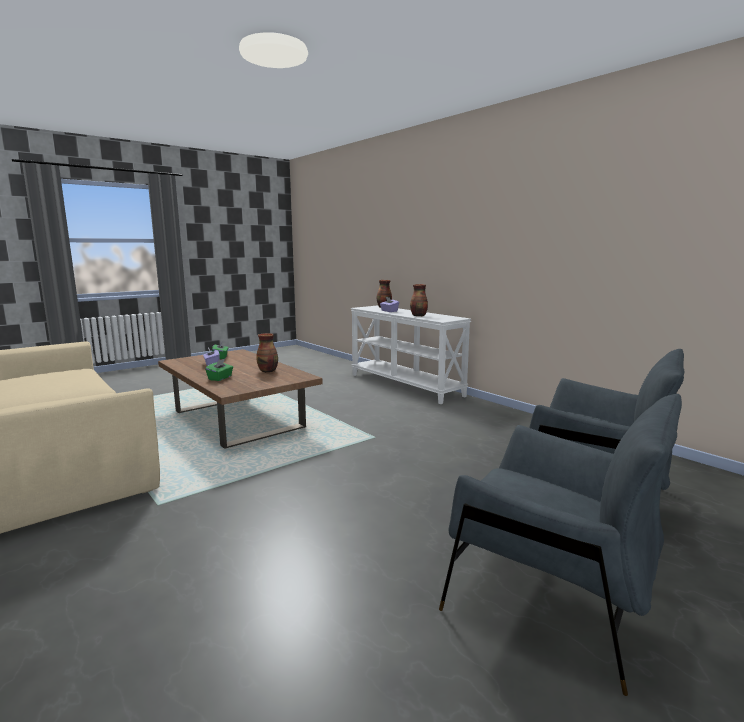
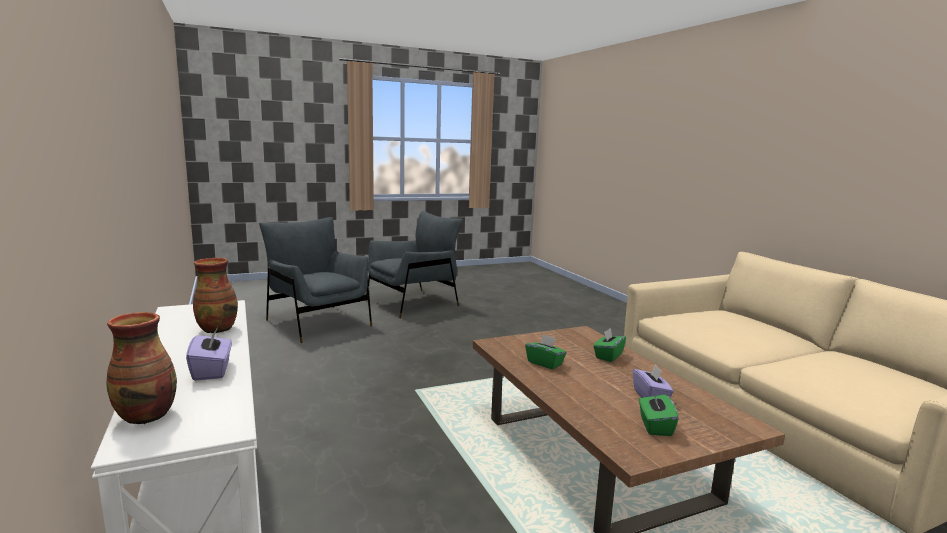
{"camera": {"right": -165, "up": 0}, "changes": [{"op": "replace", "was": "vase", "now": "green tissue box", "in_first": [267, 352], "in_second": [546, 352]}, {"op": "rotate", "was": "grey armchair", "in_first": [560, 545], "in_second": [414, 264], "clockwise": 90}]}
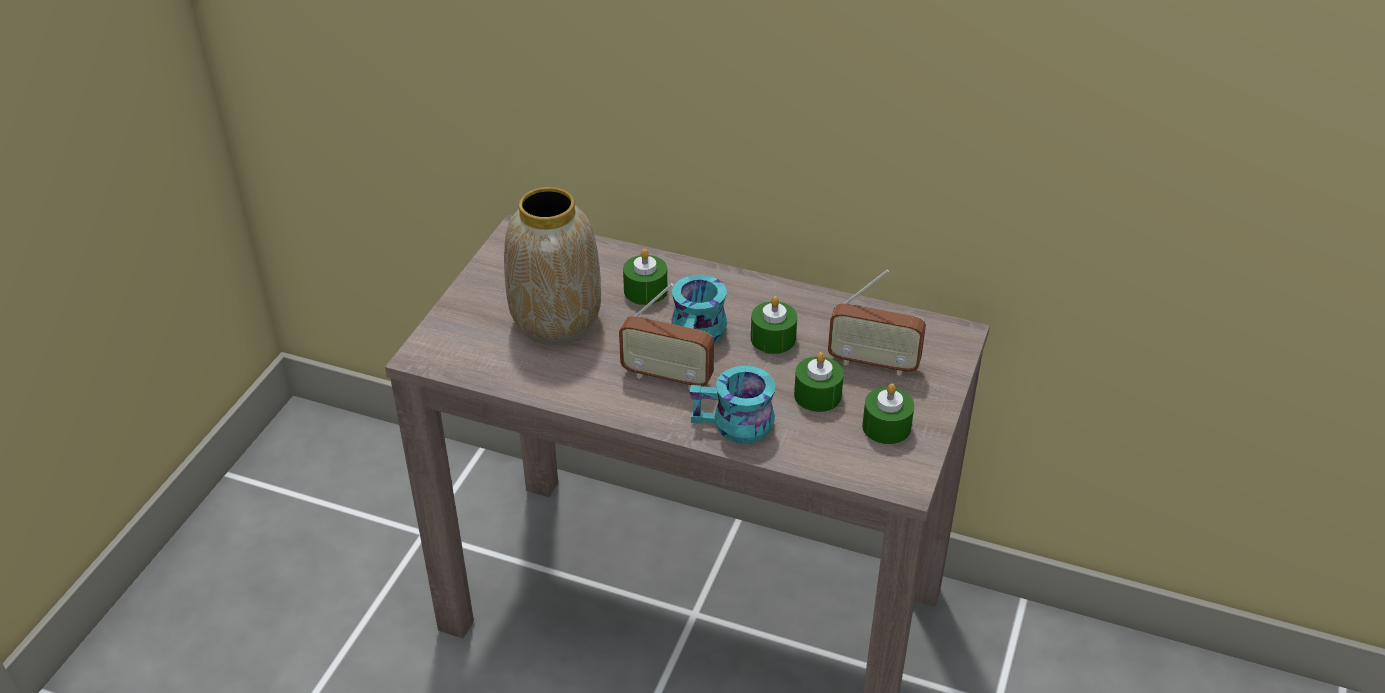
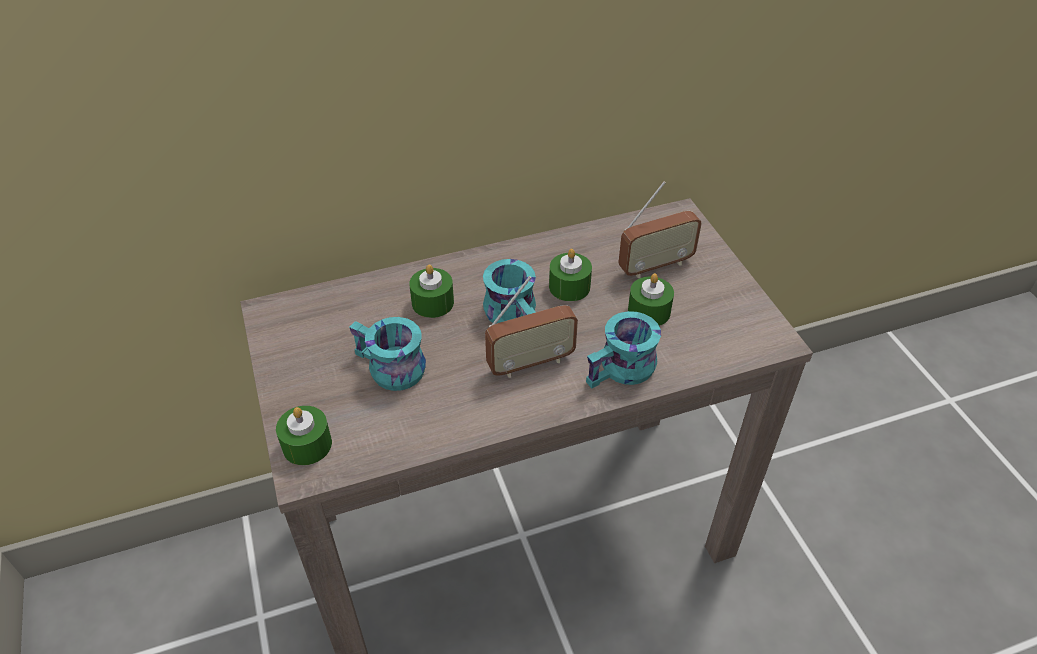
{"camera": {"right": -40, "up": 5}, "changes": [{"op": "replace", "was": "vase", "now": "turquoise mug", "in_first": [552, 266], "in_second": [387, 354]}, {"op": "move", "was": "green candle", "in_first": [888, 414], "in_second": [304, 435]}]}
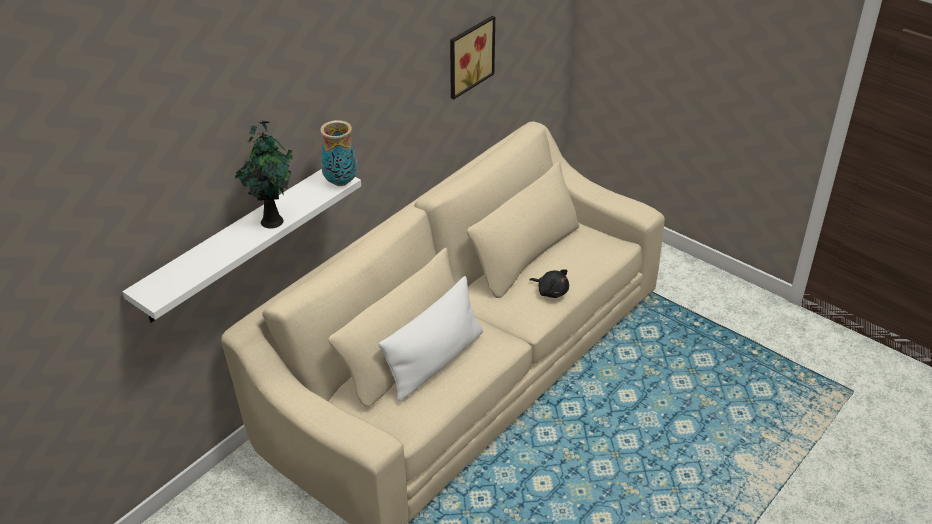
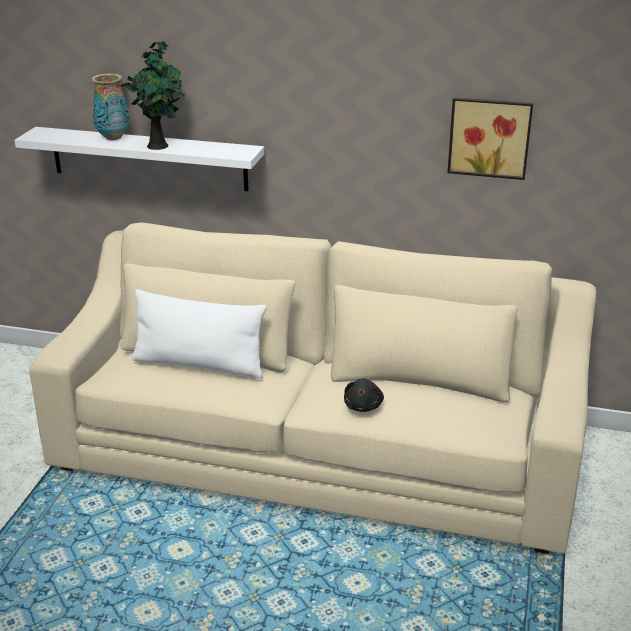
{"camera": {"right": 65, "up": -10}, "changes": [{"op": "move", "was": "vase", "in_first": [339, 153], "in_second": [110, 107]}]}
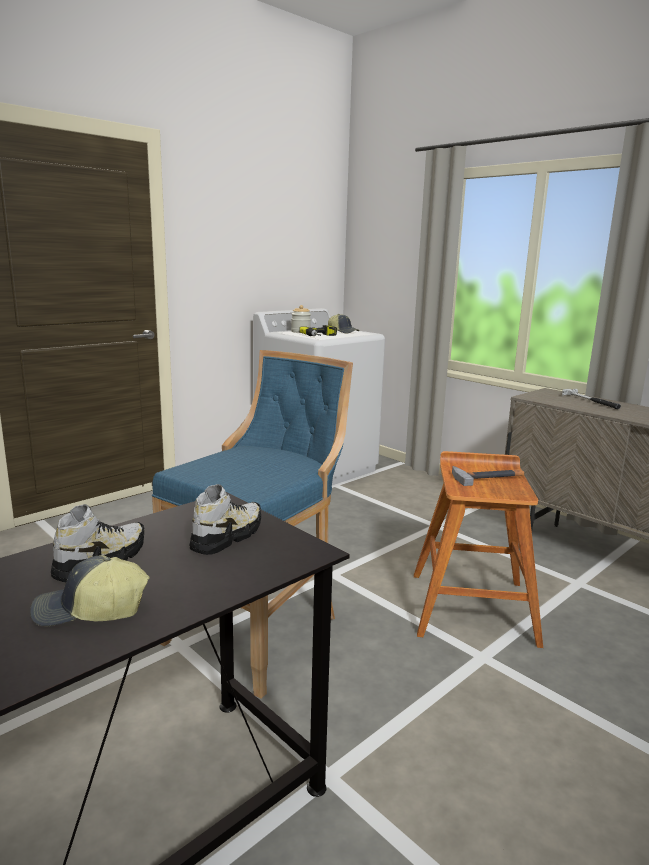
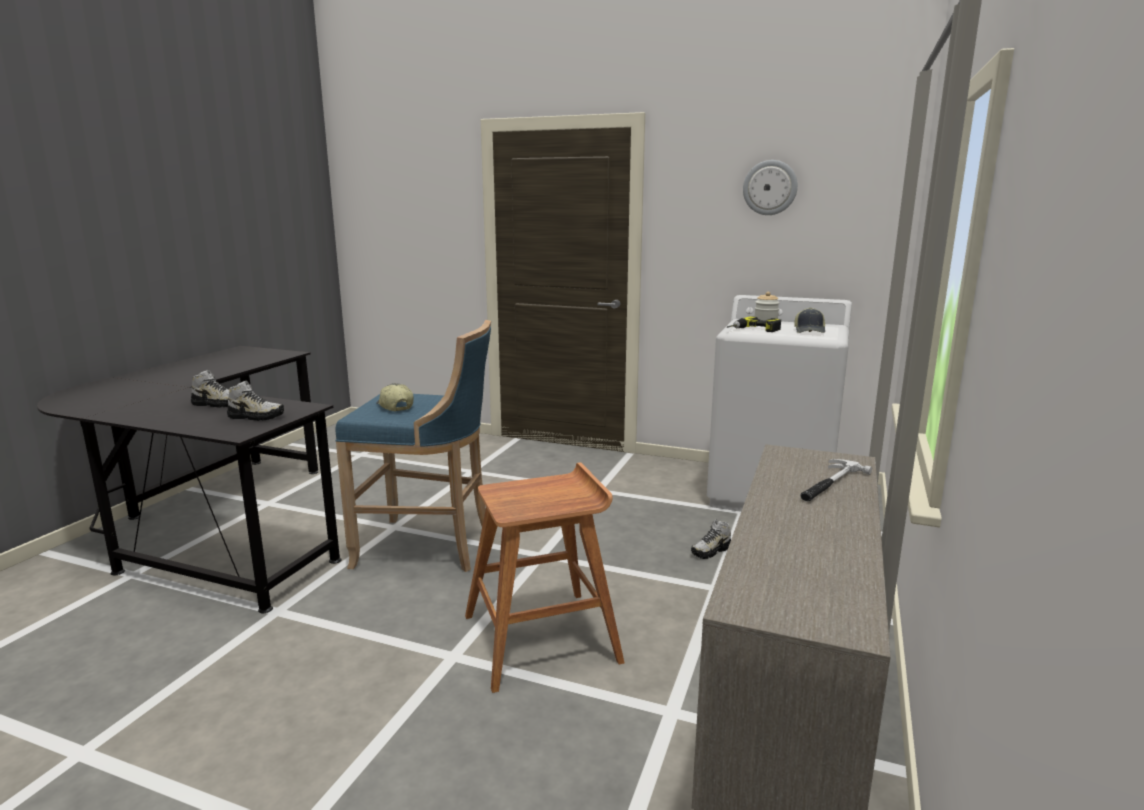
{"camera": {"right": 65, "up": 0}, "changes": [{"op": "move", "was": "cap", "in_first": [90, 590], "in_second": [394, 397]}, {"op": "delete", "was": "hammer", "in_first": [488, 476]}, {"op": "insert", "now": "shoe", "in_second": [711, 539]}, {"op": "insert", "now": "wall clock", "in_second": [770, 187]}]}
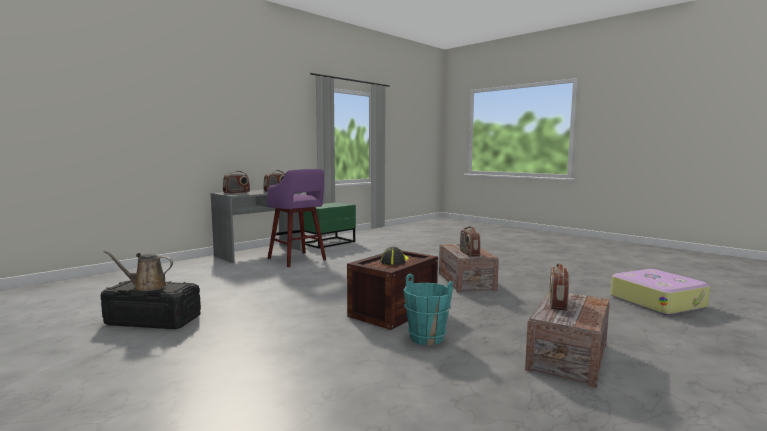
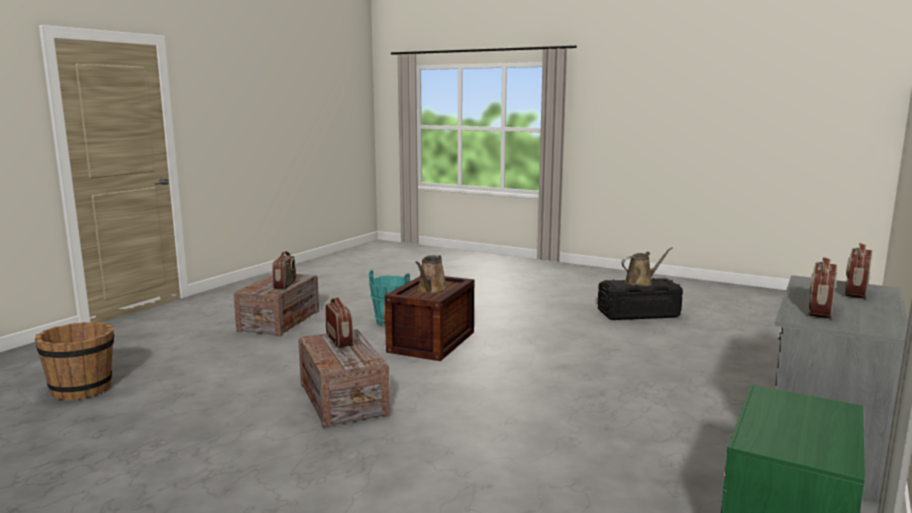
{"camera": {"right": 165, "up": 5}, "changes": [{"op": "delete", "was": "purple stool", "in_first": [296, 218]}, {"op": "replace", "was": "cap", "now": "brown watering can", "in_first": [394, 256], "in_second": [431, 274]}, {"op": "replace", "was": "suitcase", "now": "brown bucket", "in_first": [661, 292], "in_second": [74, 361]}]}
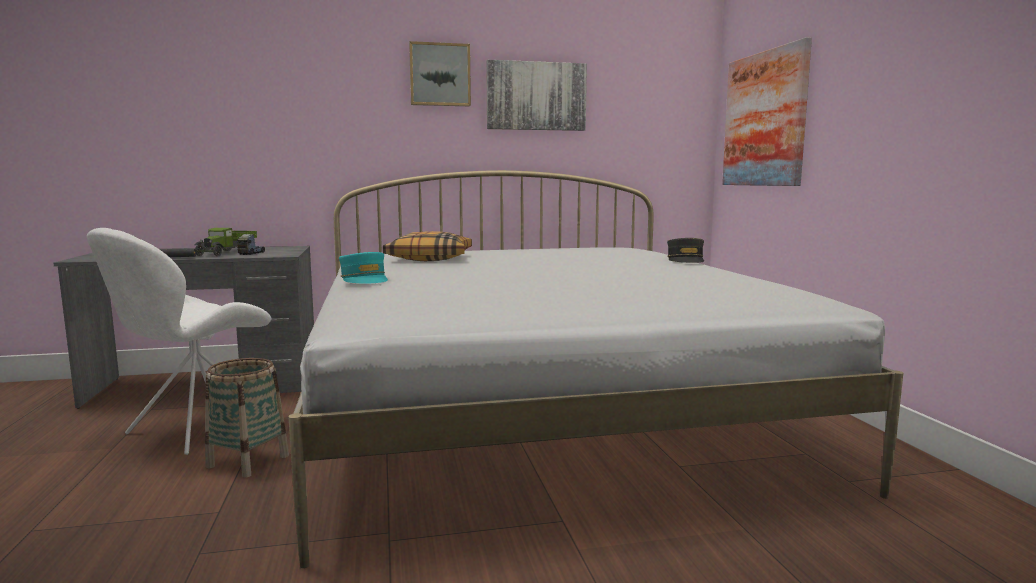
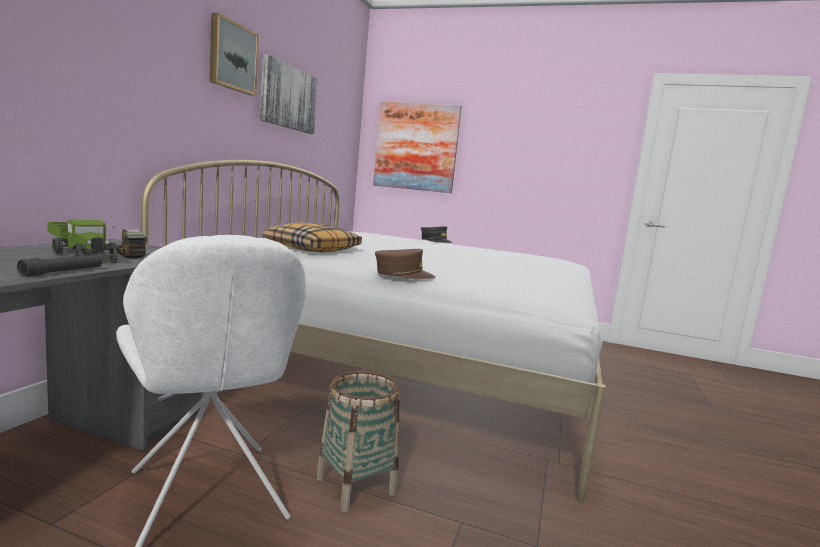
{"camera": {"right": -60, "up": 0}, "changes": [{"op": "recolor", "was": "turquoise cap", "now": "brown cap", "in_first": [363, 268], "in_second": [405, 264]}]}
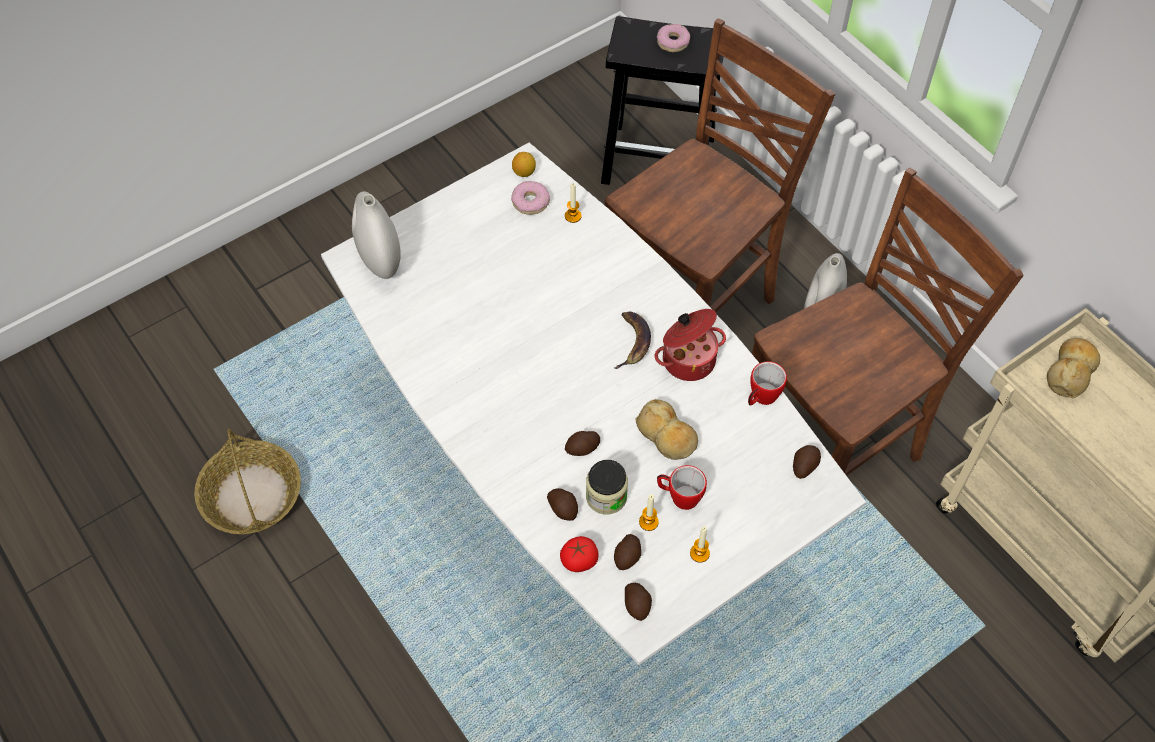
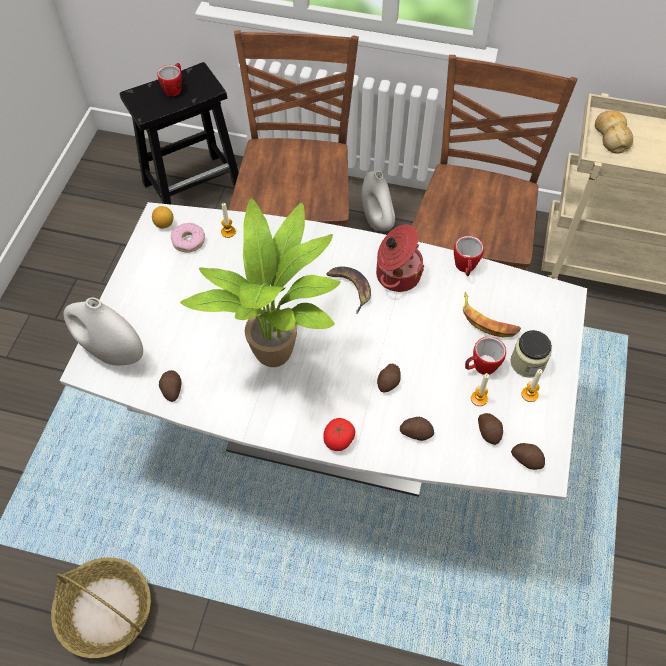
{"camera": {"right": -40, "up": 0}, "changes": [{"op": "move", "was": "tomato", "in_first": [579, 554], "in_second": [339, 434]}, {"op": "move", "was": "jar", "in_first": [607, 487], "in_second": [531, 354]}, {"op": "delete", "was": "bread", "in_first": [666, 429]}, {"op": "replace", "was": "donut", "now": "mug", "in_first": [673, 38], "in_second": [169, 79]}, {"op": "move", "was": "potato", "in_first": [807, 462], "in_second": [170, 386]}, {"op": "insert", "now": "potted plant", "in_second": [260, 282]}, {"op": "insert", "now": "banana", "in_second": [492, 315]}]}
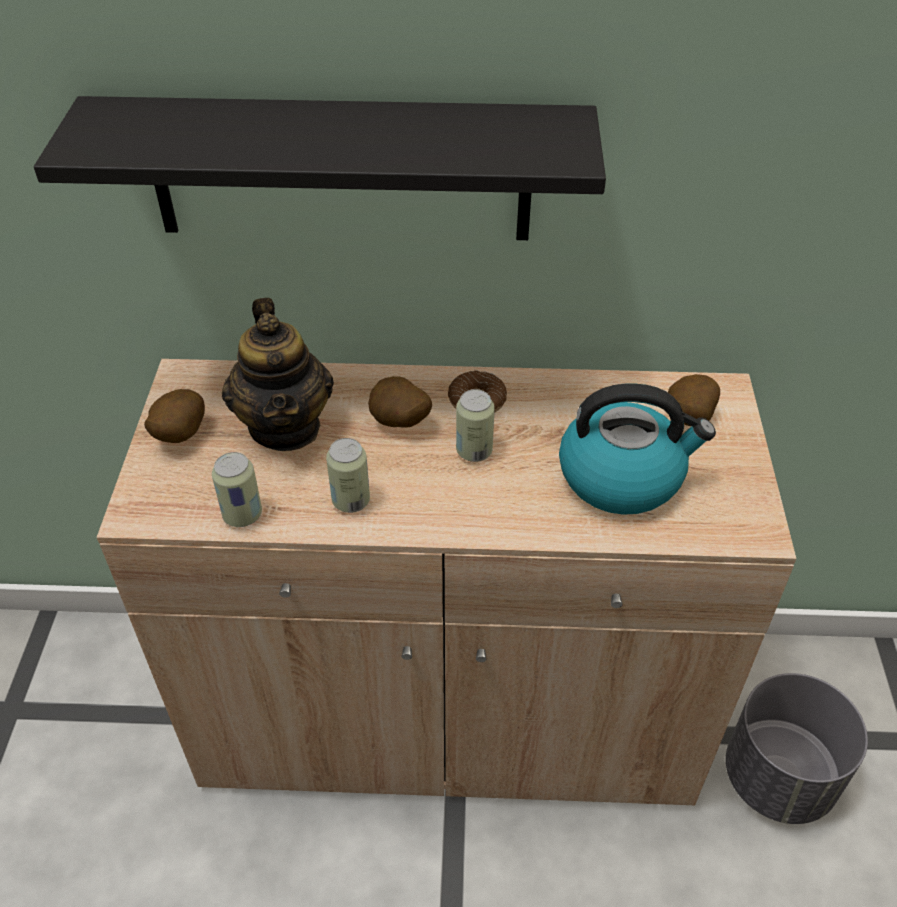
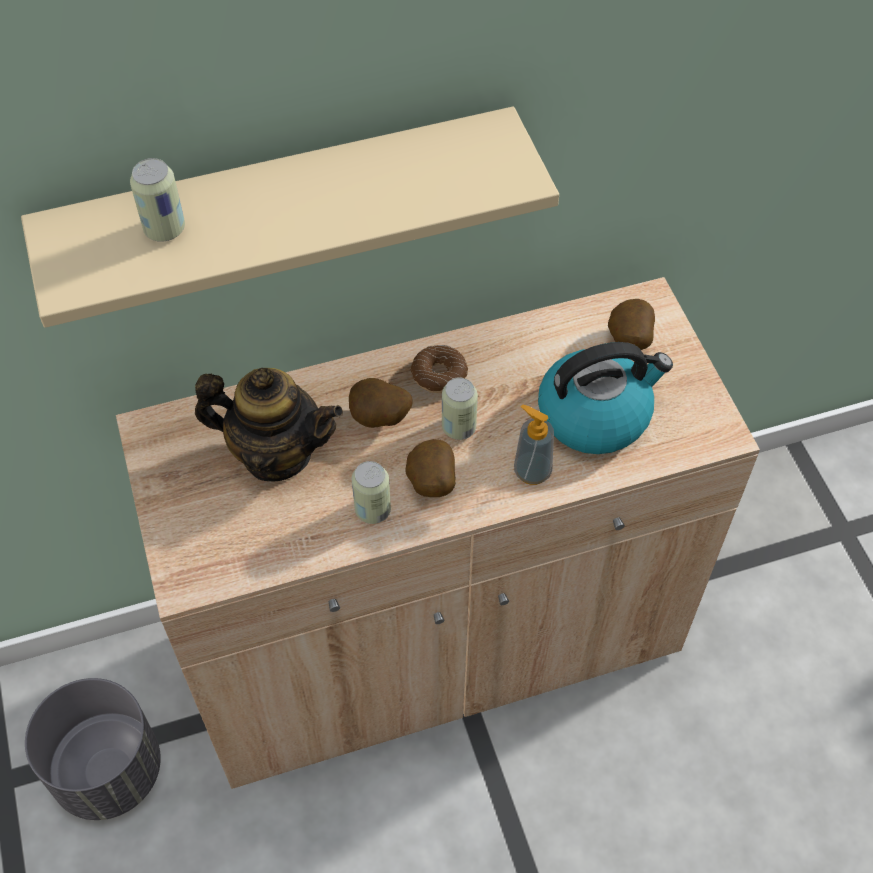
{"camera": {"right": -20, "up": 10}, "changes": [{"op": "recolor", "was": "black shelf", "now": "beige shelf", "in_first": [320, 168], "in_second": [290, 217]}, {"op": "move", "was": "potato", "in_first": [174, 416], "in_second": [431, 468]}, {"op": "move", "was": "can", "in_first": [237, 489], "in_second": [157, 200]}, {"op": "rotate", "was": "teapot", "in_first": [278, 374], "in_second": [269, 425], "clockwise": -45}, {"op": "move", "was": "grey planter", "in_first": [797, 748], "in_second": [93, 749]}, {"op": "insert", "now": "soap dispenser", "in_second": [534, 444]}]}
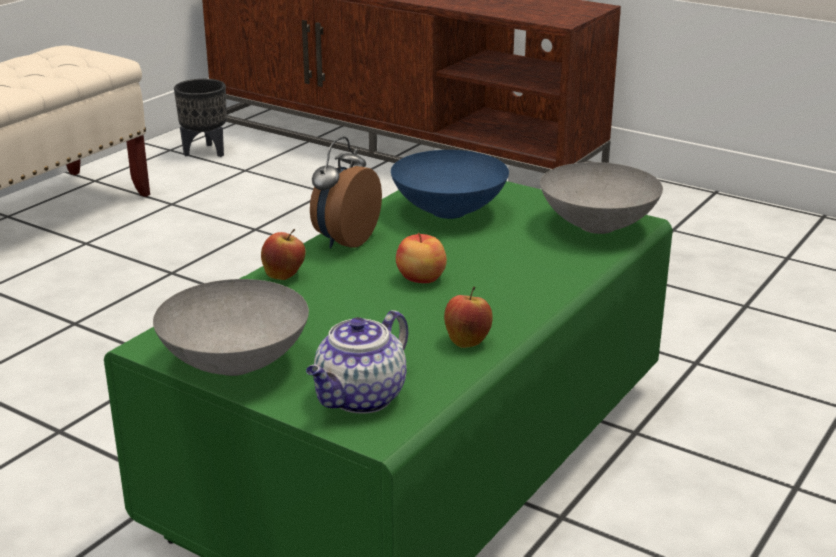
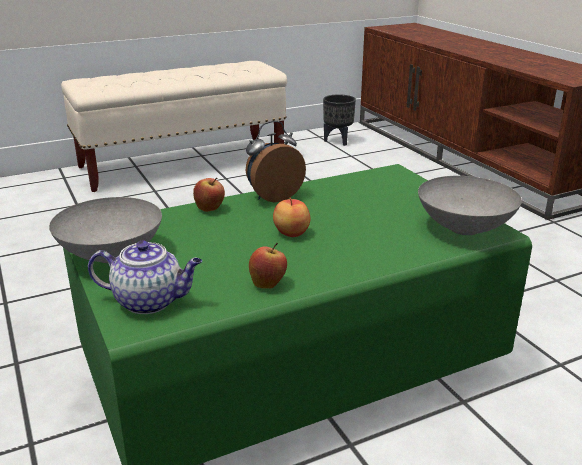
{"camera": {"right": 30, "up": 0}, "changes": [{"op": "rotate", "was": "teapot", "in_first": [357, 362], "in_second": [145, 277], "clockwise": -150}, {"op": "delete", "was": "blue bowl", "in_first": [450, 184]}]}
